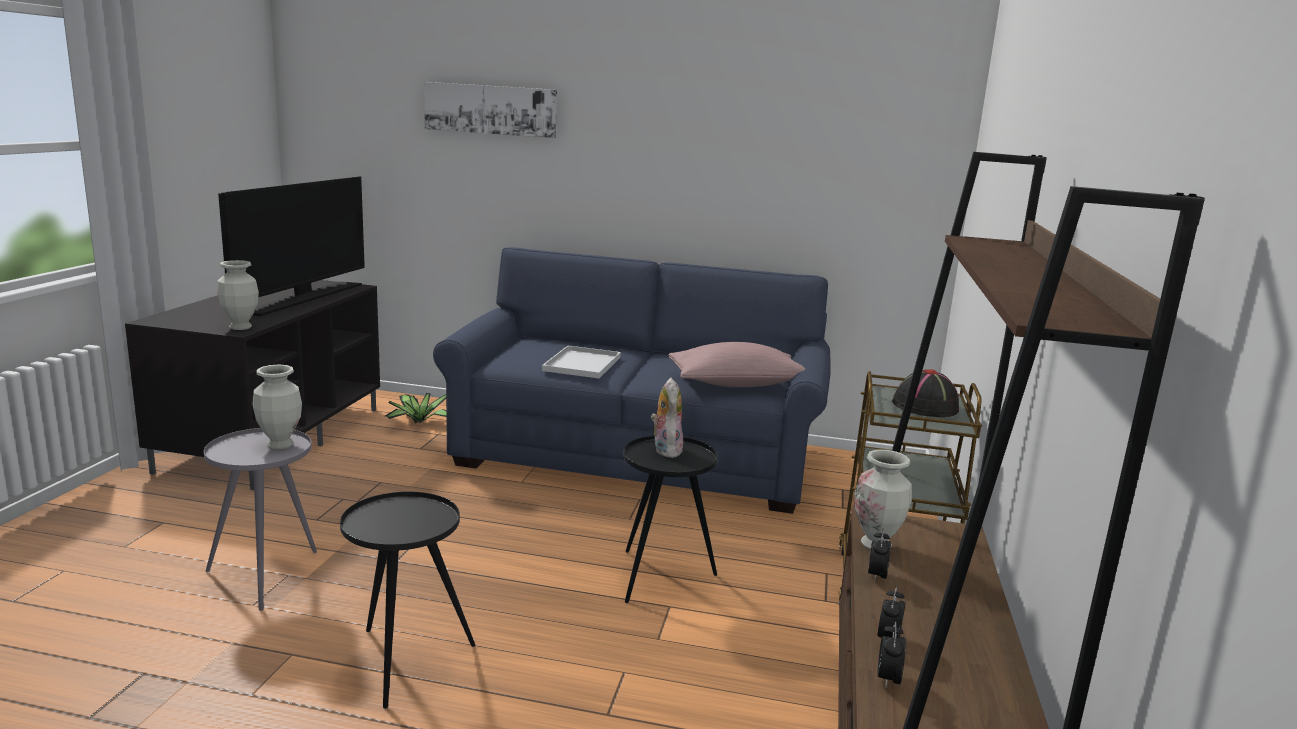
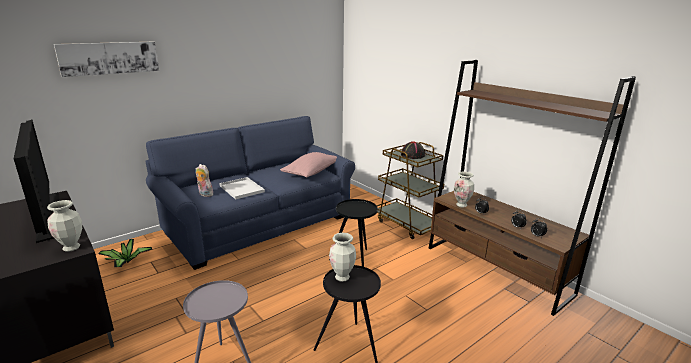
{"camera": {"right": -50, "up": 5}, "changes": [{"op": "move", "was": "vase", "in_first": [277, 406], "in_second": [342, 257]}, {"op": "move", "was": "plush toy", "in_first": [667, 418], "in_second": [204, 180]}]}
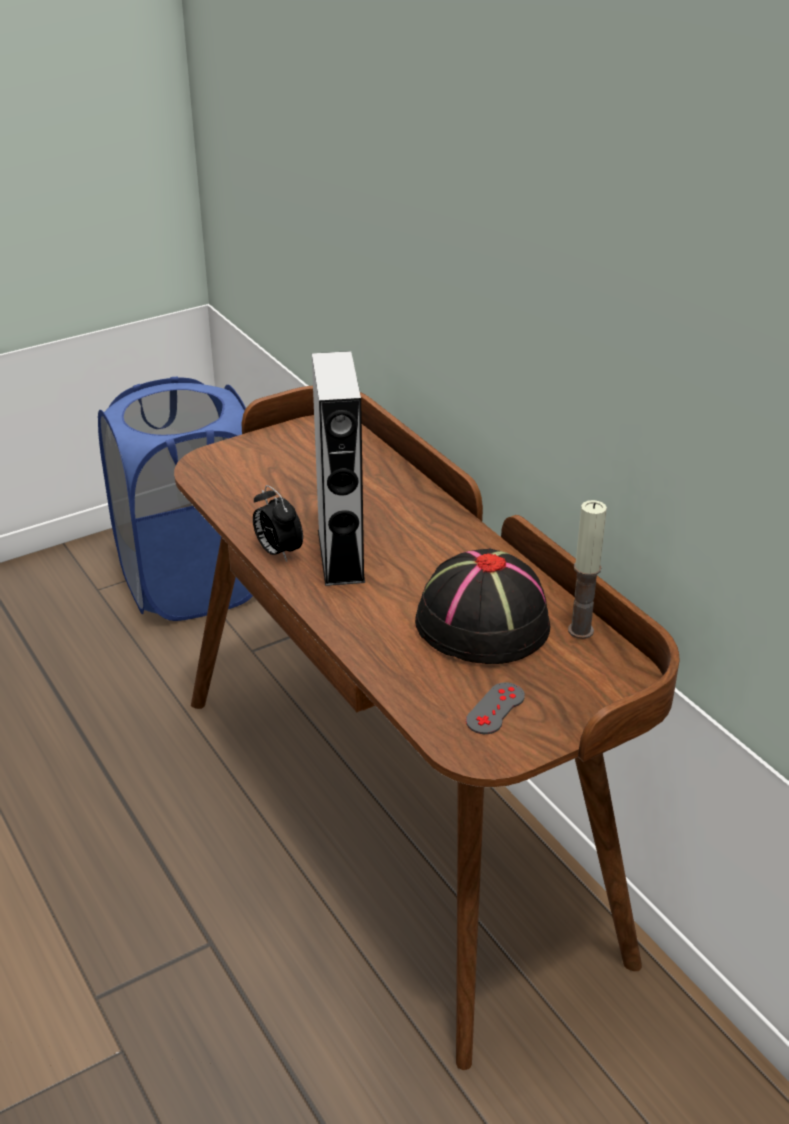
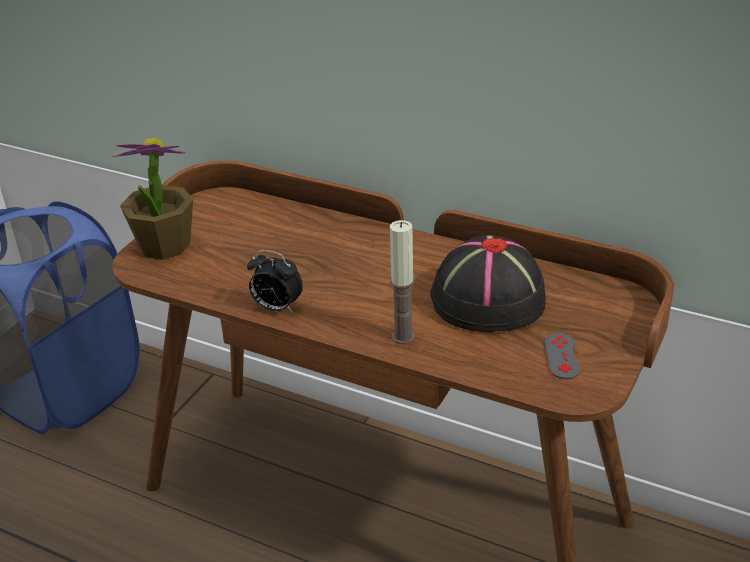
{"camera": {"right": -30, "up": 0}, "changes": [{"op": "delete", "was": "grey speaker", "in_first": [338, 468]}, {"op": "move", "was": "candle", "in_first": [587, 569], "in_second": [402, 282]}, {"op": "insert", "now": "potted plant", "in_second": [152, 199]}]}
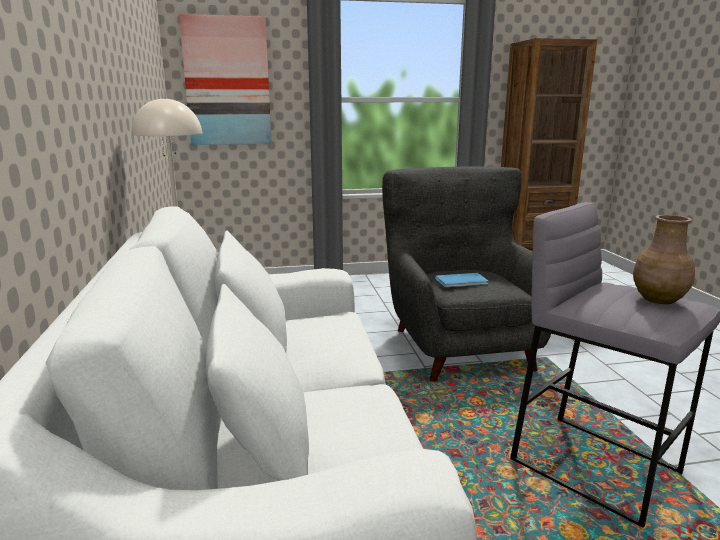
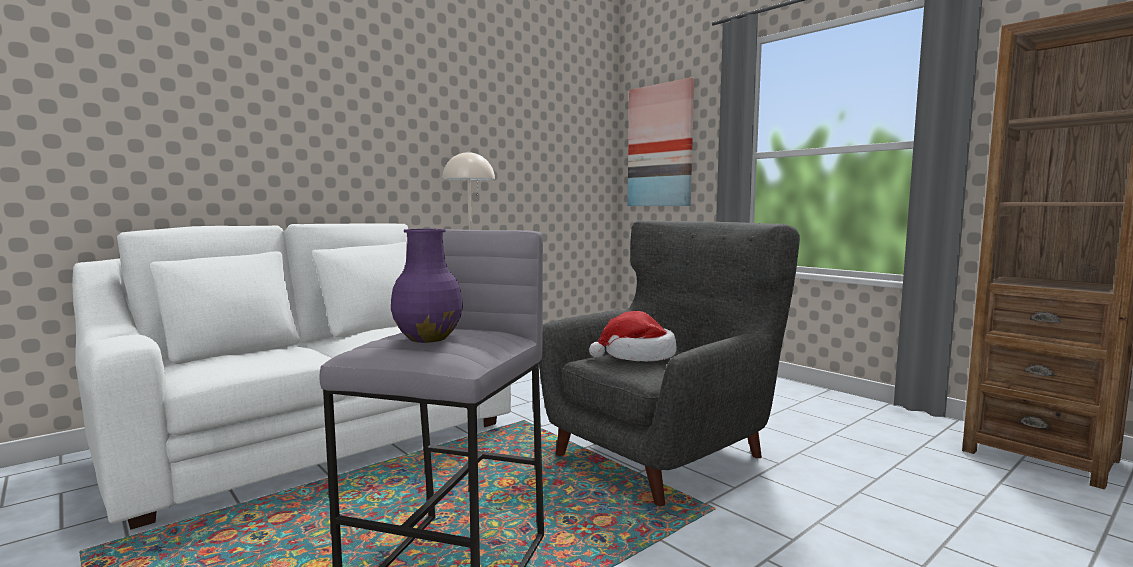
{"camera": {"right": 60, "up": -10}, "changes": [{"op": "replace", "was": "blue book", "now": "hat", "in_first": [461, 280], "in_second": [633, 336]}, {"op": "recolor", "was": "brown vase", "now": "purple vase", "in_first": [664, 259], "in_second": [427, 286]}]}
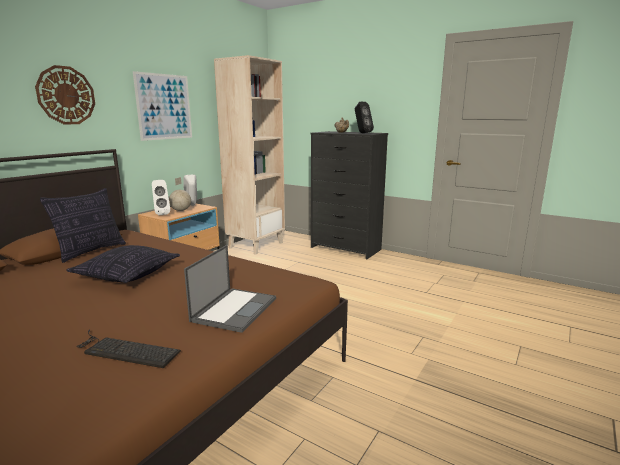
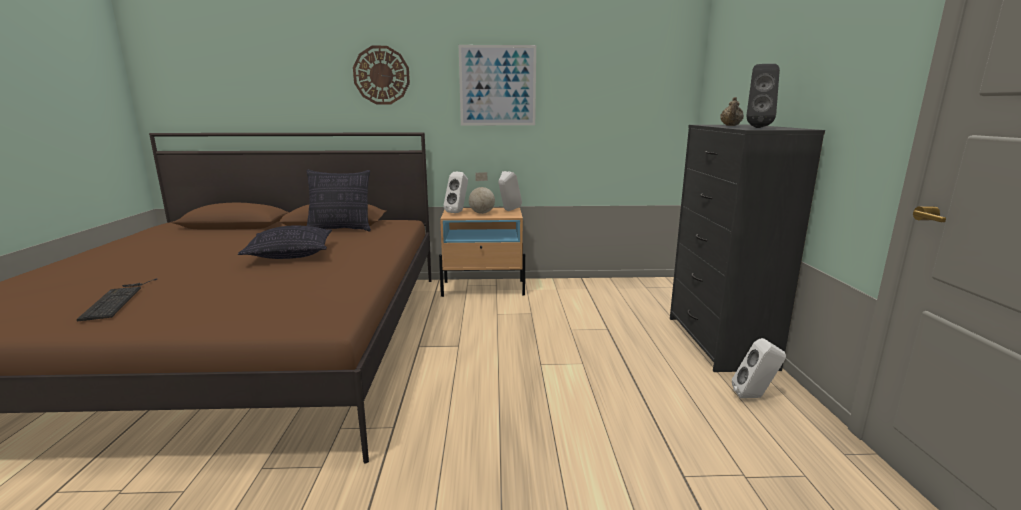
{"camera": {"right": 55, "up": 0}, "changes": [{"op": "delete", "was": "laptop", "in_first": [230, 289]}, {"op": "delete", "was": "beige bookcase", "in_first": [249, 155]}, {"op": "insert", "now": "white speaker", "in_second": [759, 368]}]}
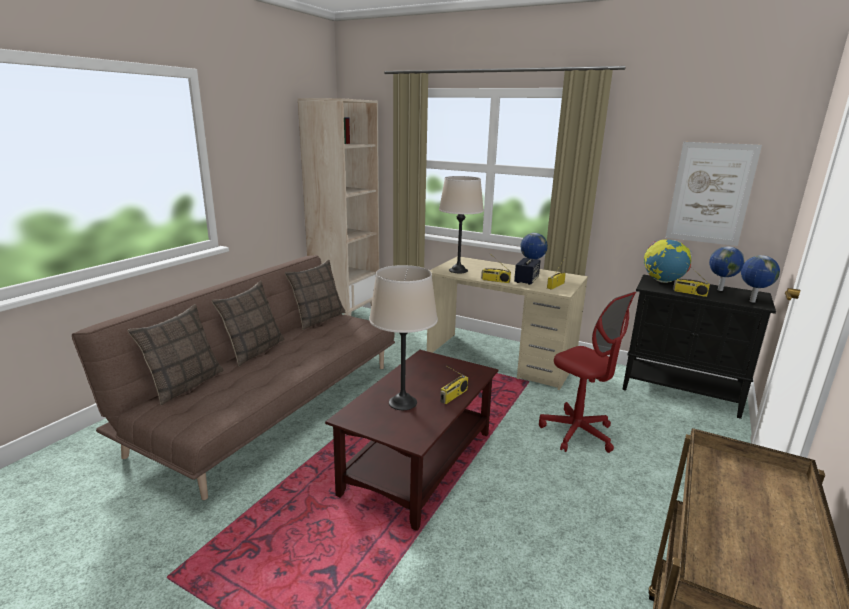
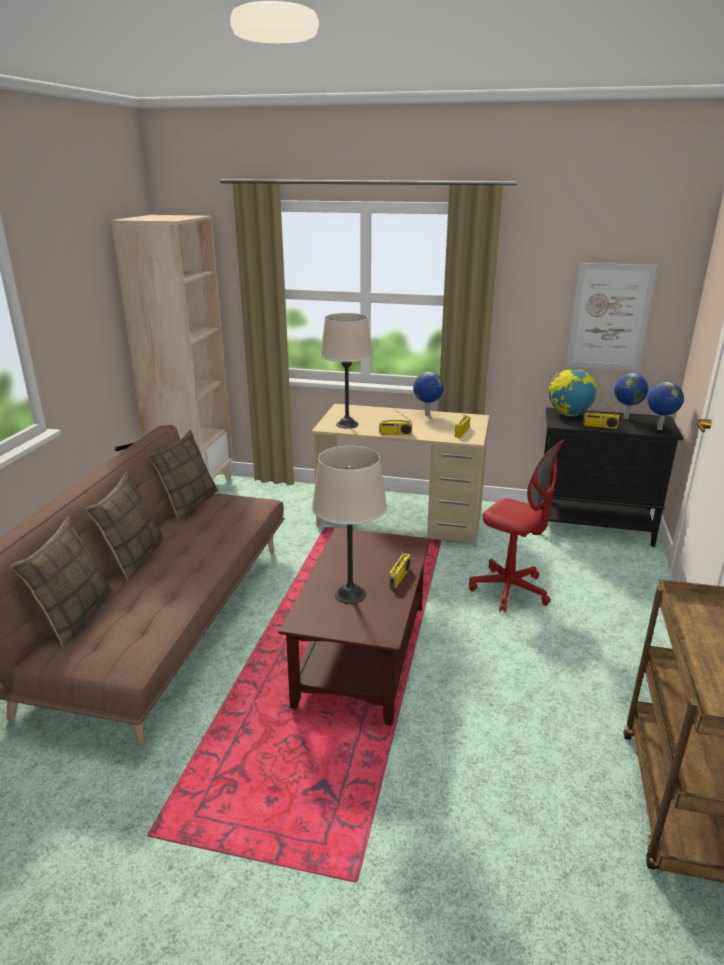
{"camera": {"right": -15, "up": 5}, "changes": [{"op": "delete", "was": "speaker", "in_first": [527, 271]}]}
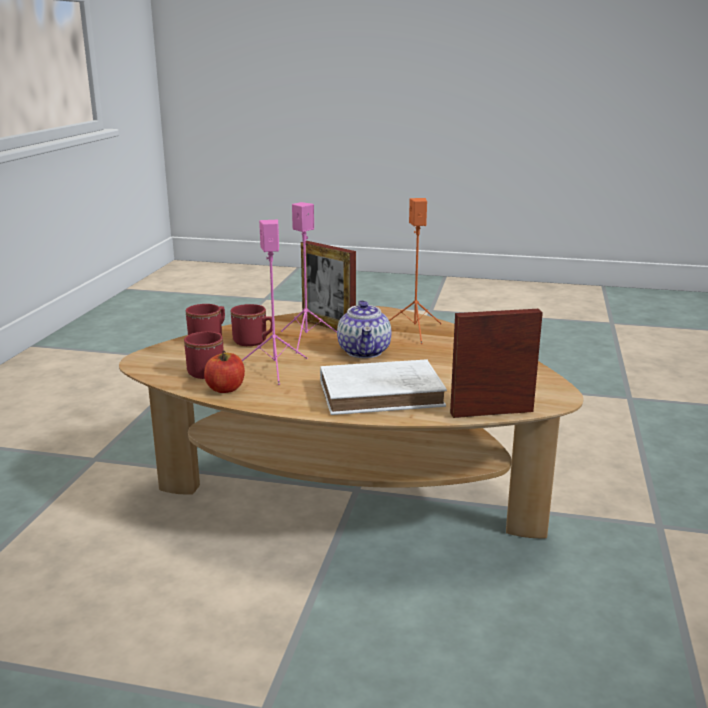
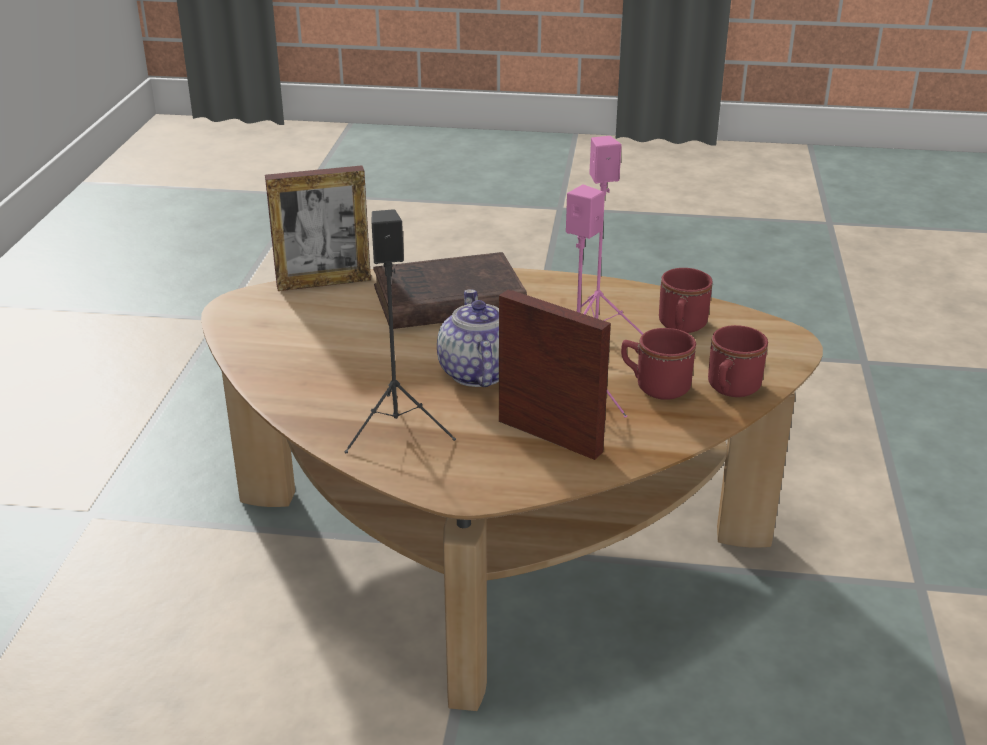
{"camera": {"right": 175, "up": 10}, "changes": [{"op": "delete", "was": "apple", "in_first": [224, 372]}, {"op": "recolor", "was": "white book", "now": "brown book", "in_first": [383, 387], "in_second": [450, 290]}, {"op": "recolor", "was": "orange speaker", "now": "black speaker", "in_first": [415, 271], "in_second": [400, 331]}]}
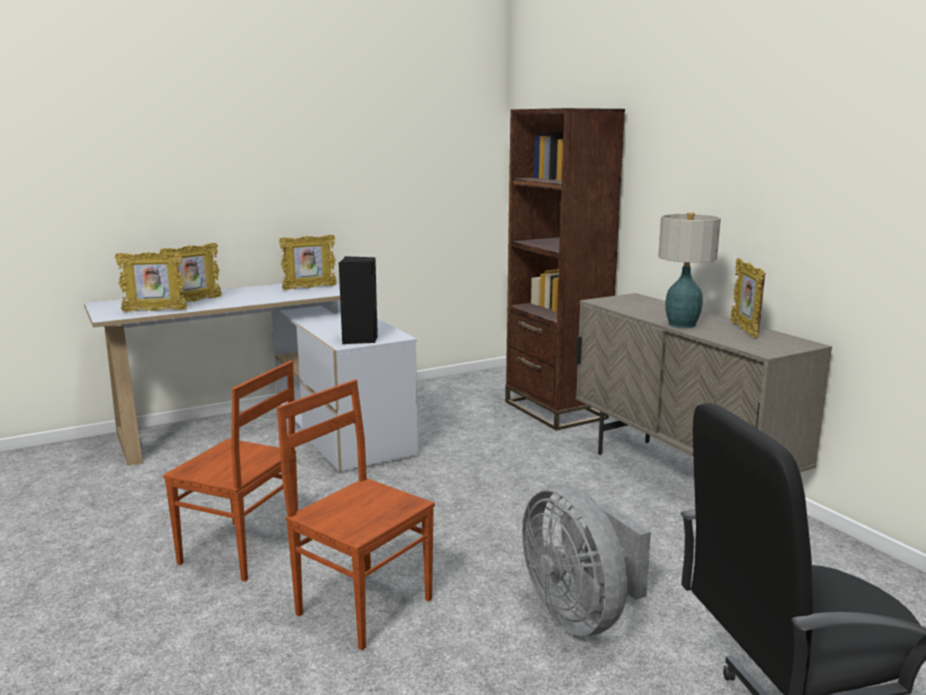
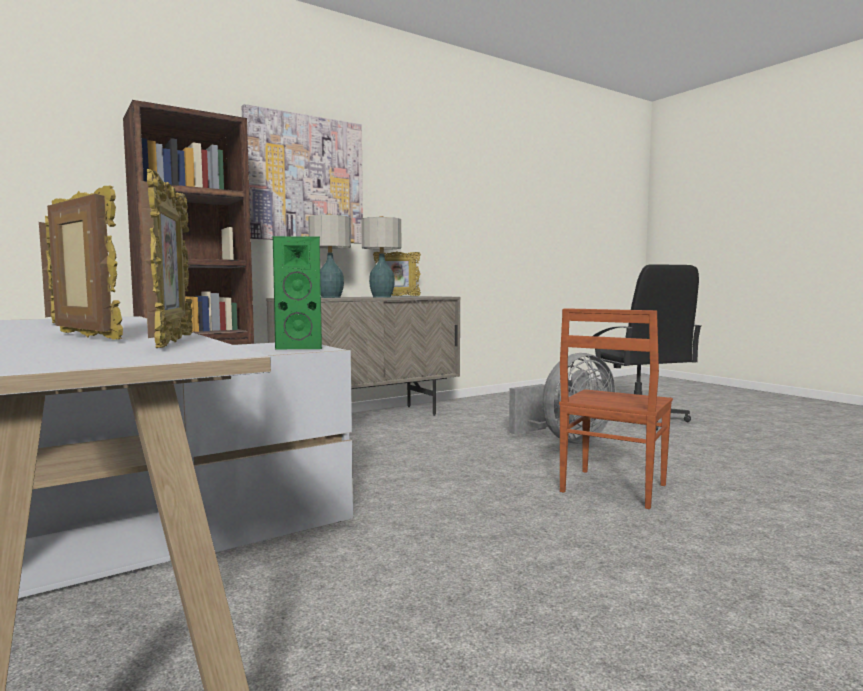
{"camera": {"right": -95, "up": -10}, "changes": [{"op": "delete", "was": "brown chair", "in_first": [230, 470]}, {"op": "recolor", "was": "black speaker", "now": "green speaker", "in_first": [358, 300], "in_second": [297, 293]}, {"op": "insert", "now": "picture", "in_second": [302, 174]}, {"op": "insert", "now": "table lamp", "in_second": [329, 256]}]}
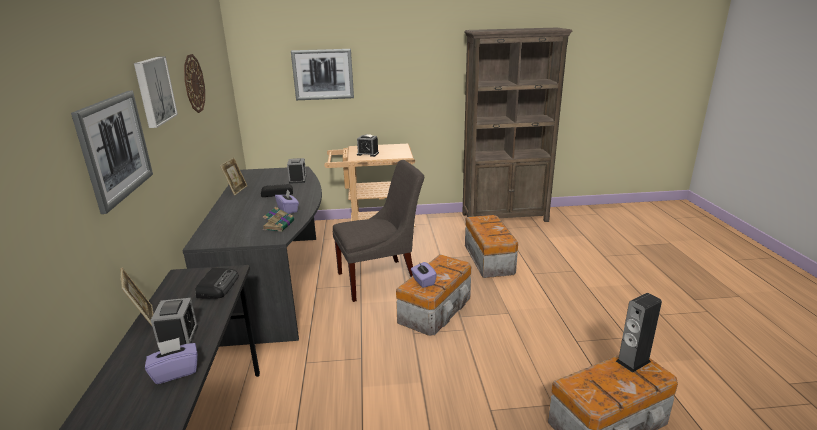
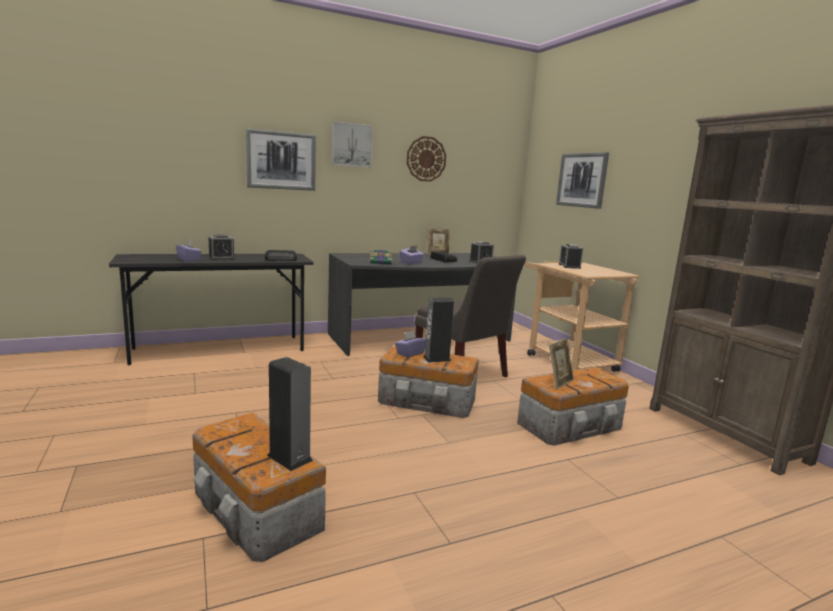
{"camera": {"right": 70, "up": -10}, "changes": [{"op": "move", "was": "picture frame", "in_first": [136, 297], "in_second": [561, 364]}, {"op": "insert", "now": "speaker", "in_second": [438, 330]}]}
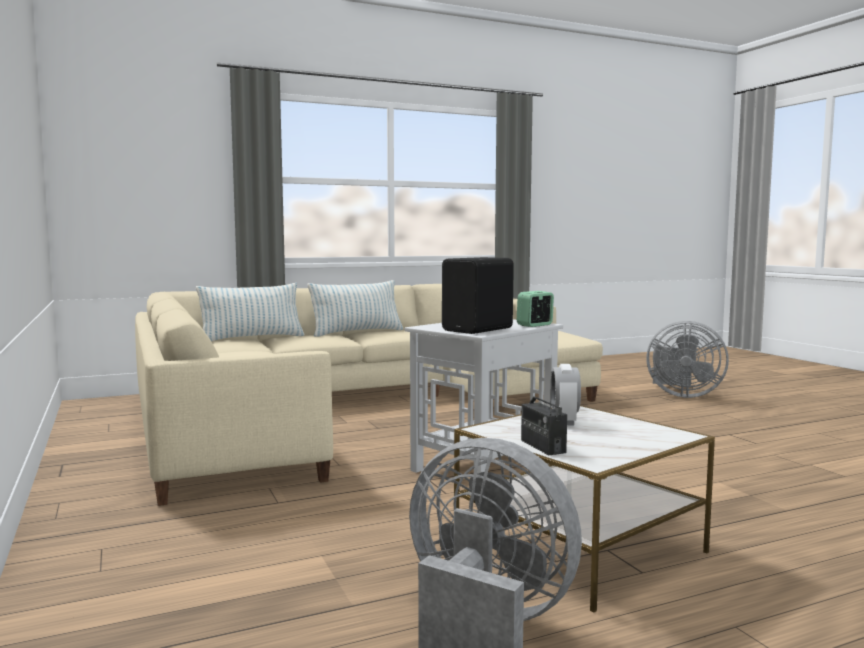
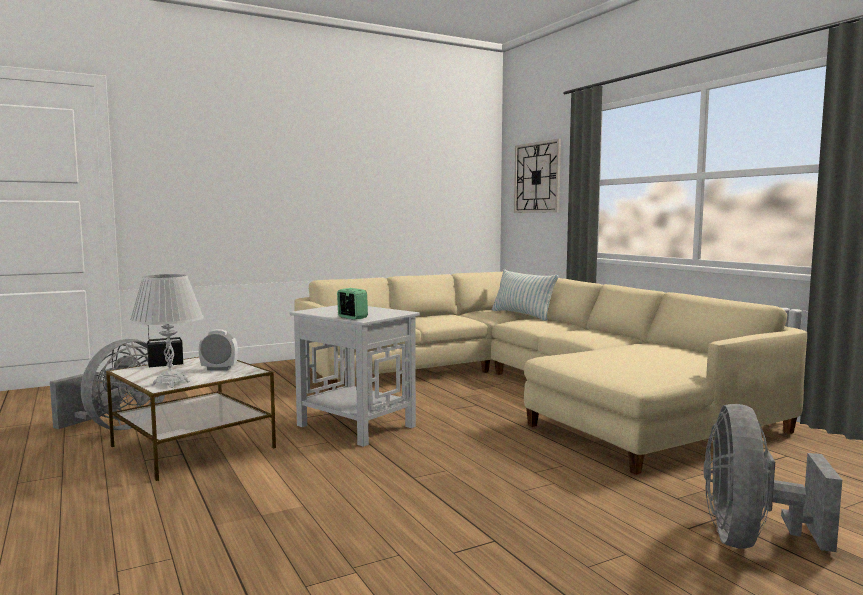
{"camera": {"right": 85, "up": 0}, "changes": [{"op": "delete", "was": "pillow", "in_first": [355, 308]}, {"op": "delete", "was": "black speaker", "in_first": [478, 295]}, {"op": "insert", "now": "white table lamp", "in_second": [167, 331]}, {"op": "insert", "now": "wall clock", "in_second": [537, 176]}]}
